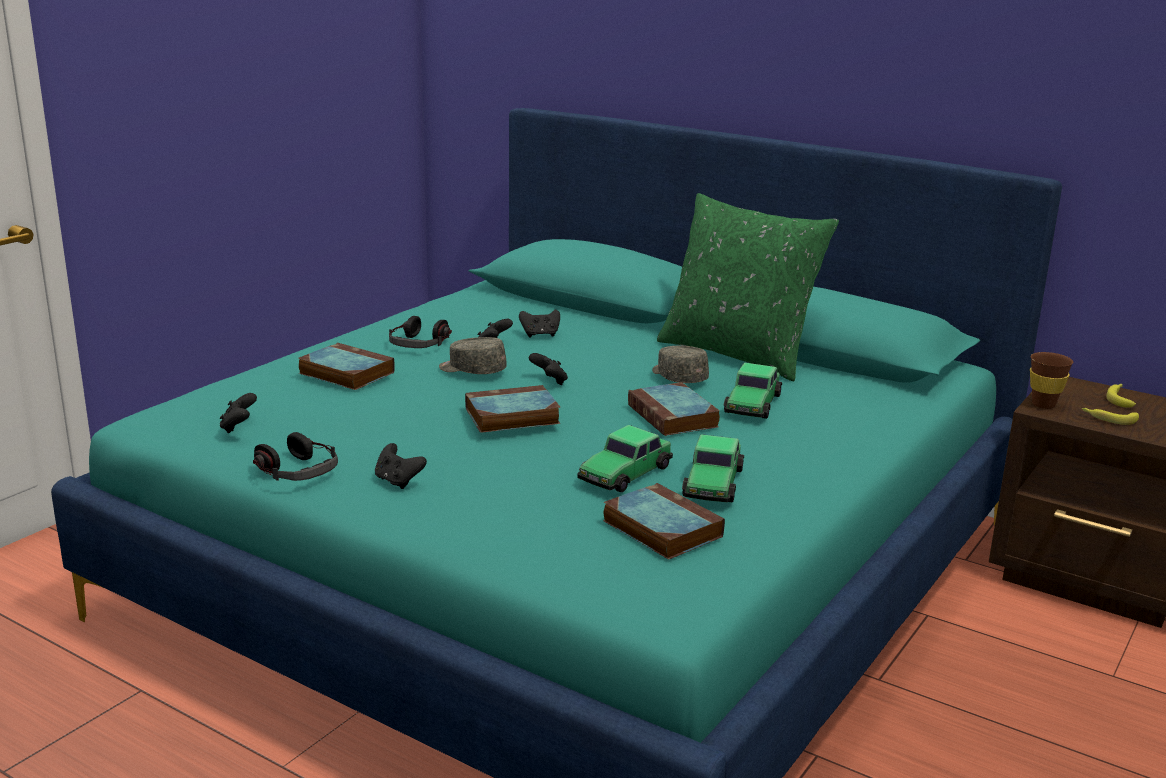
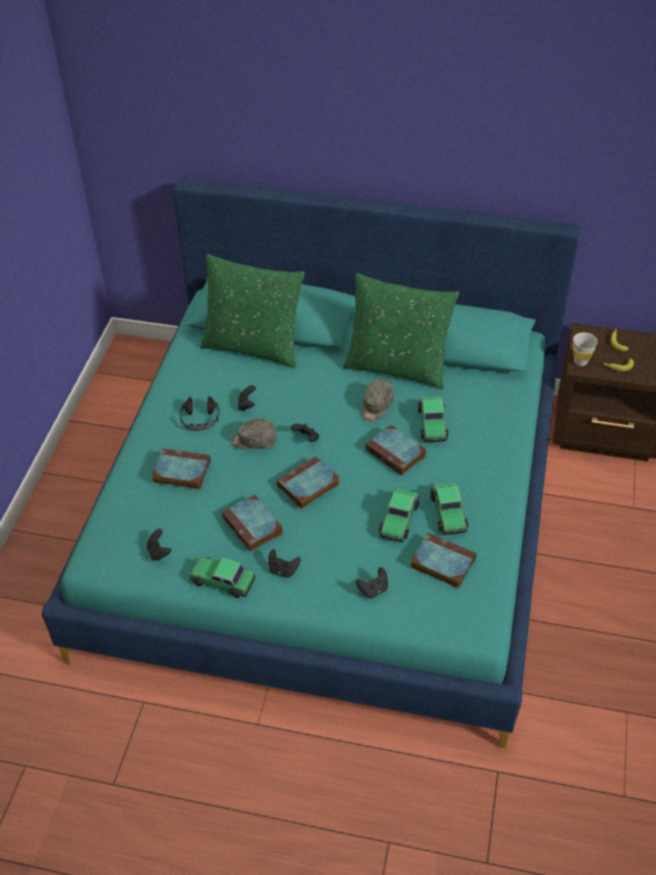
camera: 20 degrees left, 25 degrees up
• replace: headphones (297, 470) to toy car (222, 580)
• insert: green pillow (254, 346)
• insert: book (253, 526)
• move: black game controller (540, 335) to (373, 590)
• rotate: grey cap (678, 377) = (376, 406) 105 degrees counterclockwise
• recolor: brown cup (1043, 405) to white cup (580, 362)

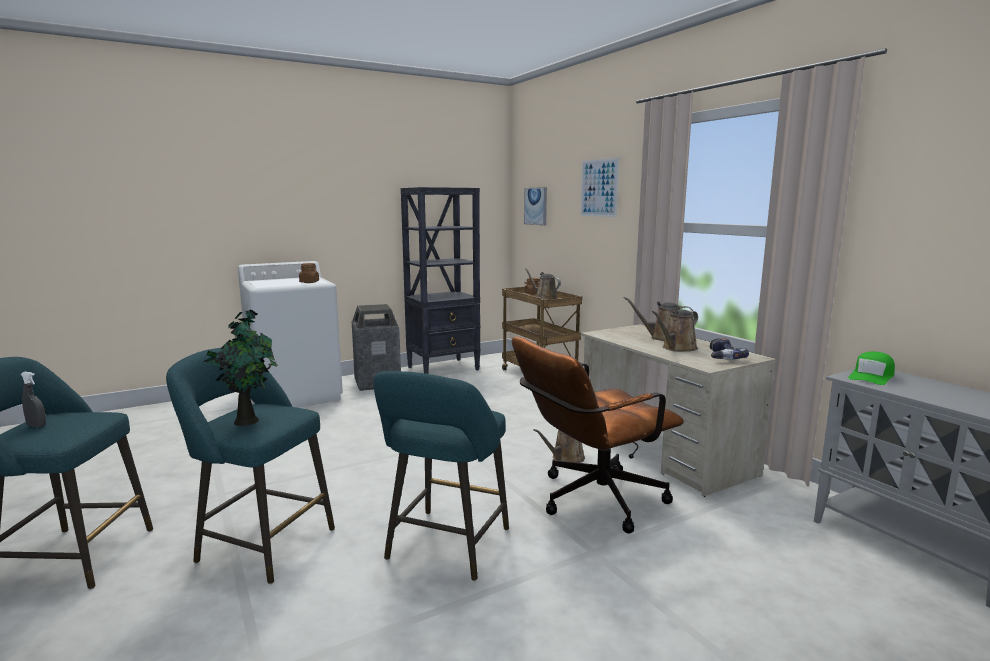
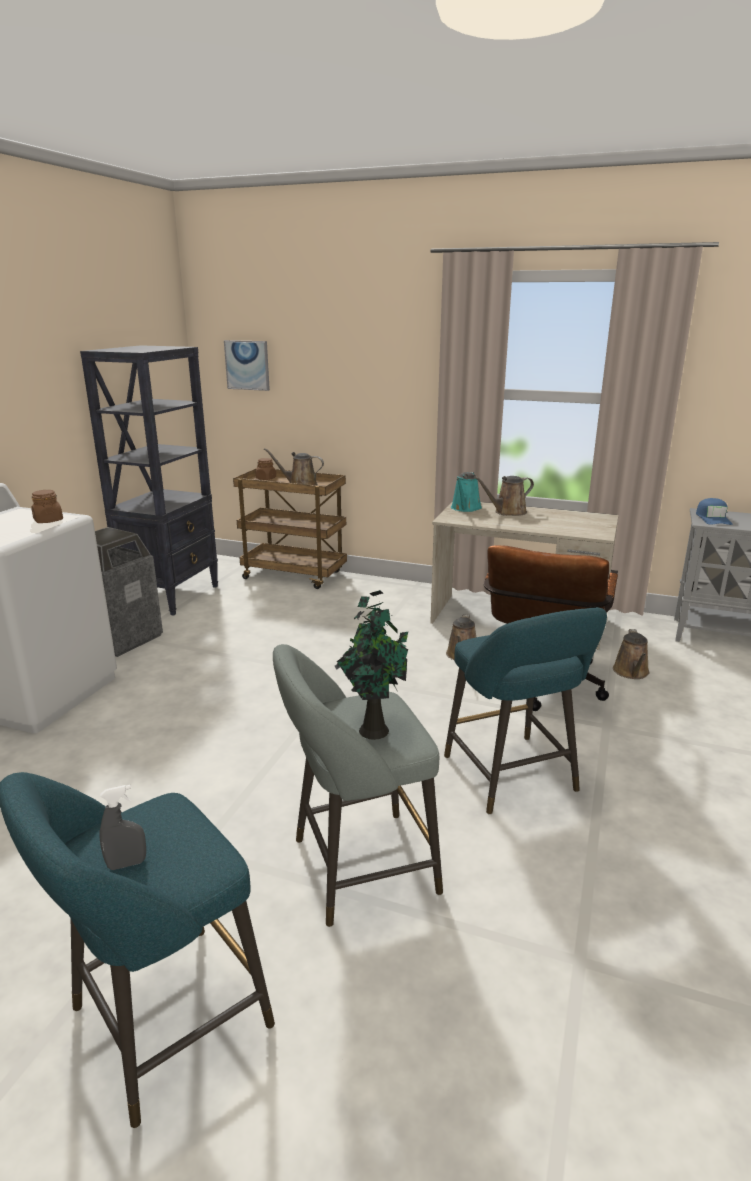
camera: 40 degrees left, 10 degrees up
• recolor: turquoise stool (261, 544) to grey stool (356, 868)
• insert: turquoise watering can (465, 508)
• move: brown watering can (677, 348) to (631, 672)
• recolor: green cap (872, 376) to blue cap (712, 518)
• delete: picture (599, 188)
• delete: power drill (721, 357)

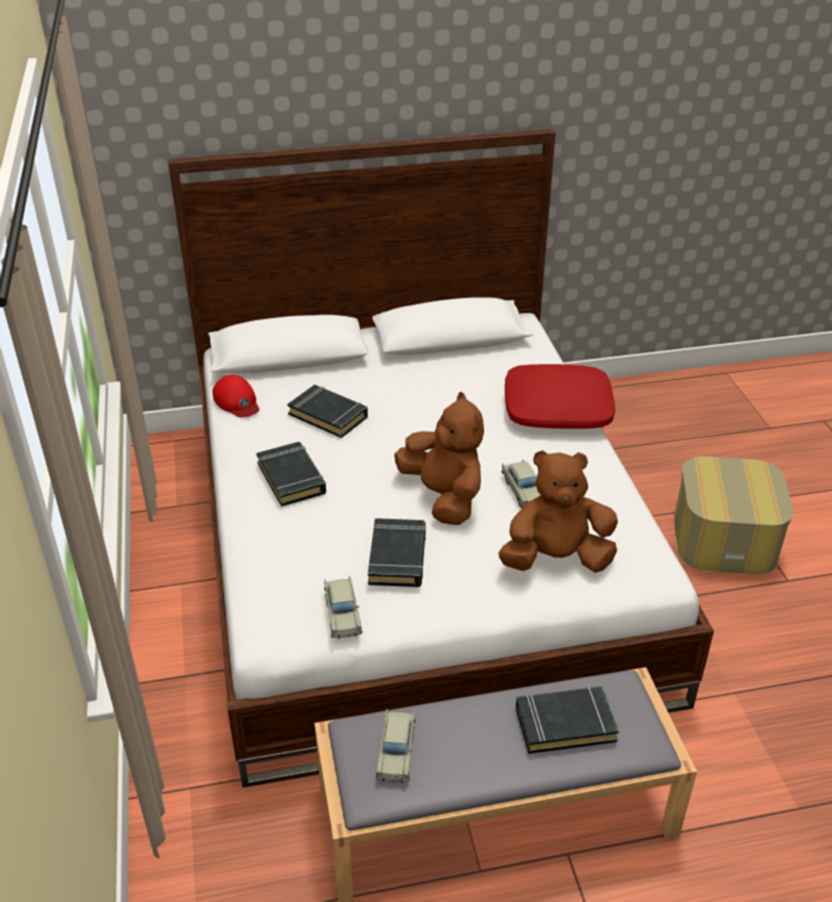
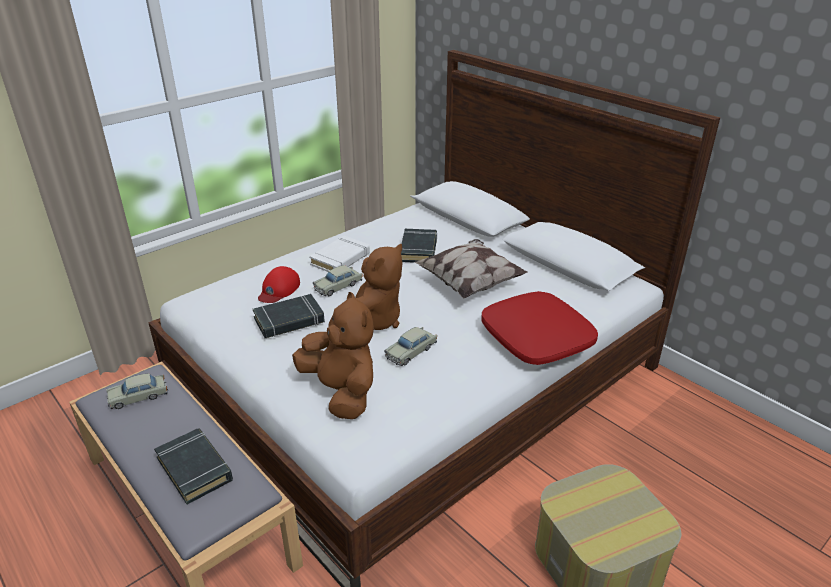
camera: 60 degrees right, 5 degrees down
• move: red cap (237, 401) to (278, 289)
• recolor: black book (292, 478) to white book (340, 259)
• move: beige toy car (342, 613) to (338, 286)
• insert: pillow (470, 283)

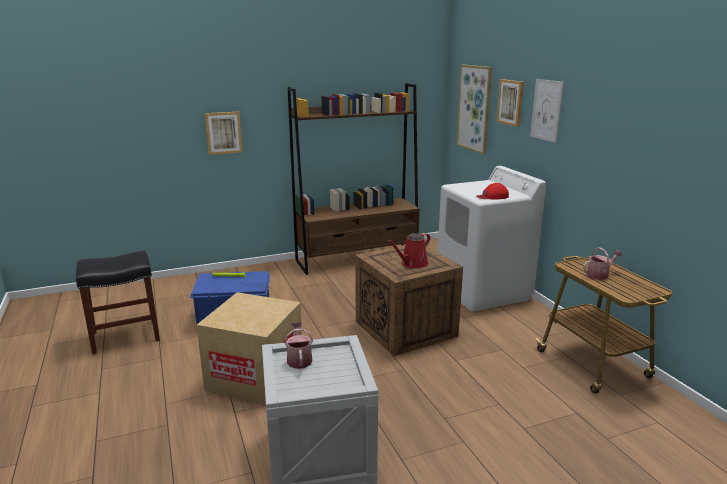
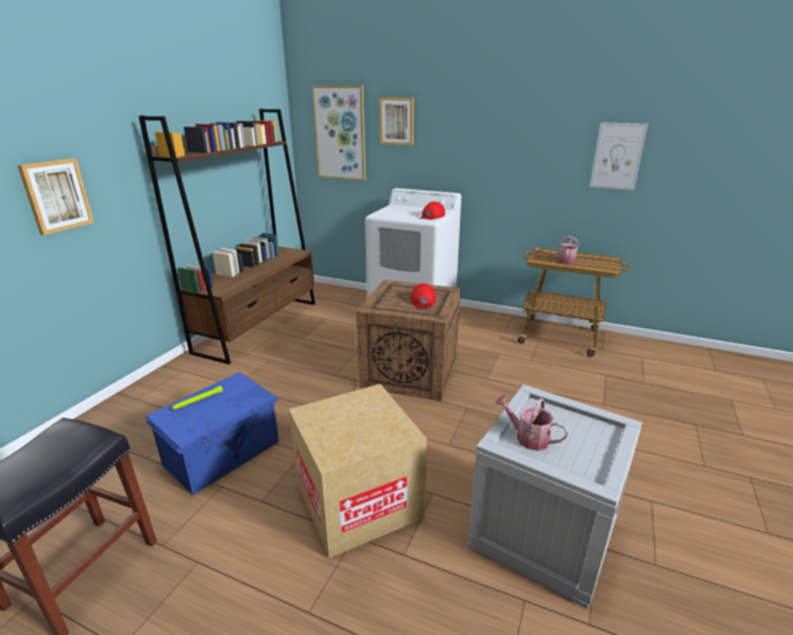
camera: 45 degrees left, 5 degrees up
• replace: red watering can (412, 264) to red cap (423, 301)
• move: picture (546, 110) to (617, 156)

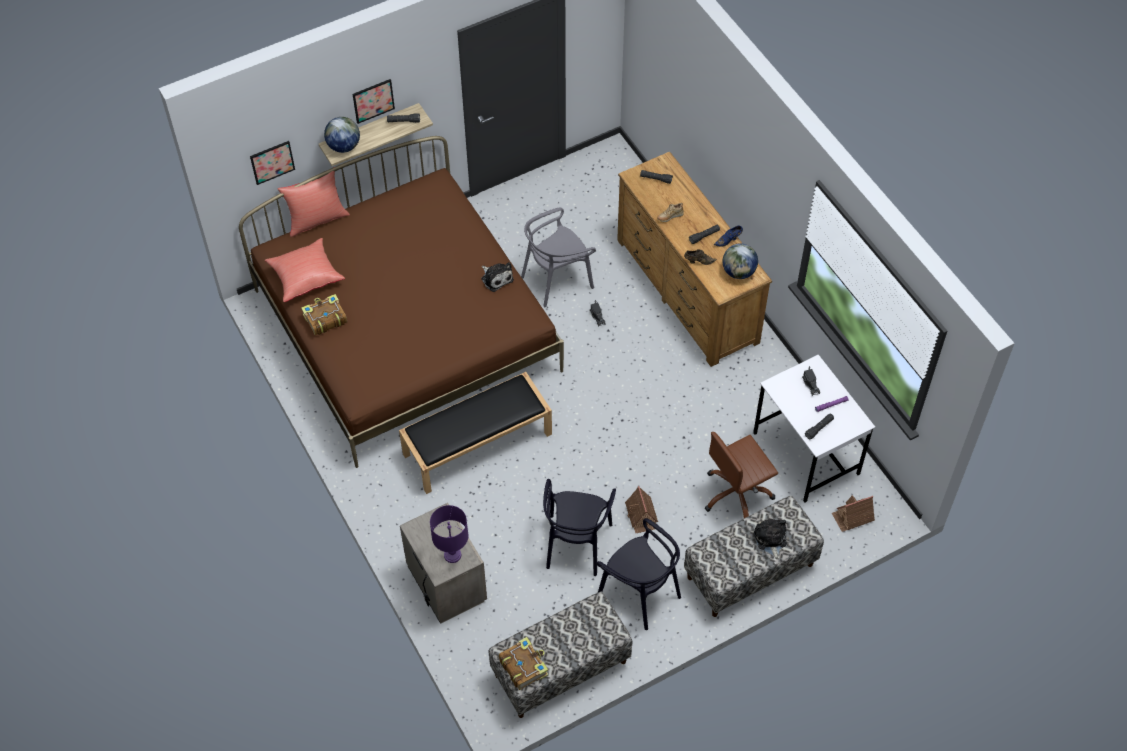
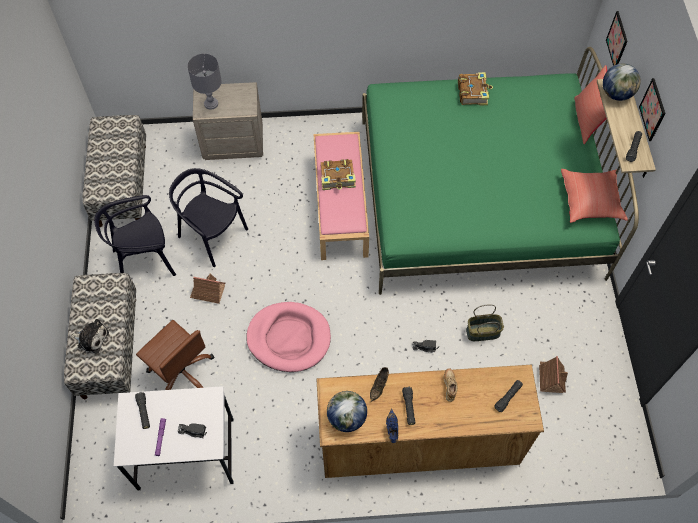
camera: 115 degrees right, 5 degrees up
• rotate: brown office chair (737, 495) = (182, 373) 135 degrees clockwise
• recolor: purple table lamp (452, 555) to grey table lamp (211, 103)
• insert: pink dog bed (289, 338)
• recolor: black bench (478, 443) to pink bench (341, 206)
• move: book (523, 666) to (338, 178)
• recolor: brown bed (406, 330) to green bed (478, 197)
• replace: grey chair (557, 280) to basket (483, 331)
• move: toy house (852, 516) to (551, 378)
• move: red pillow (305, 277) to (590, 201)
• delete: plush toy (496, 278)

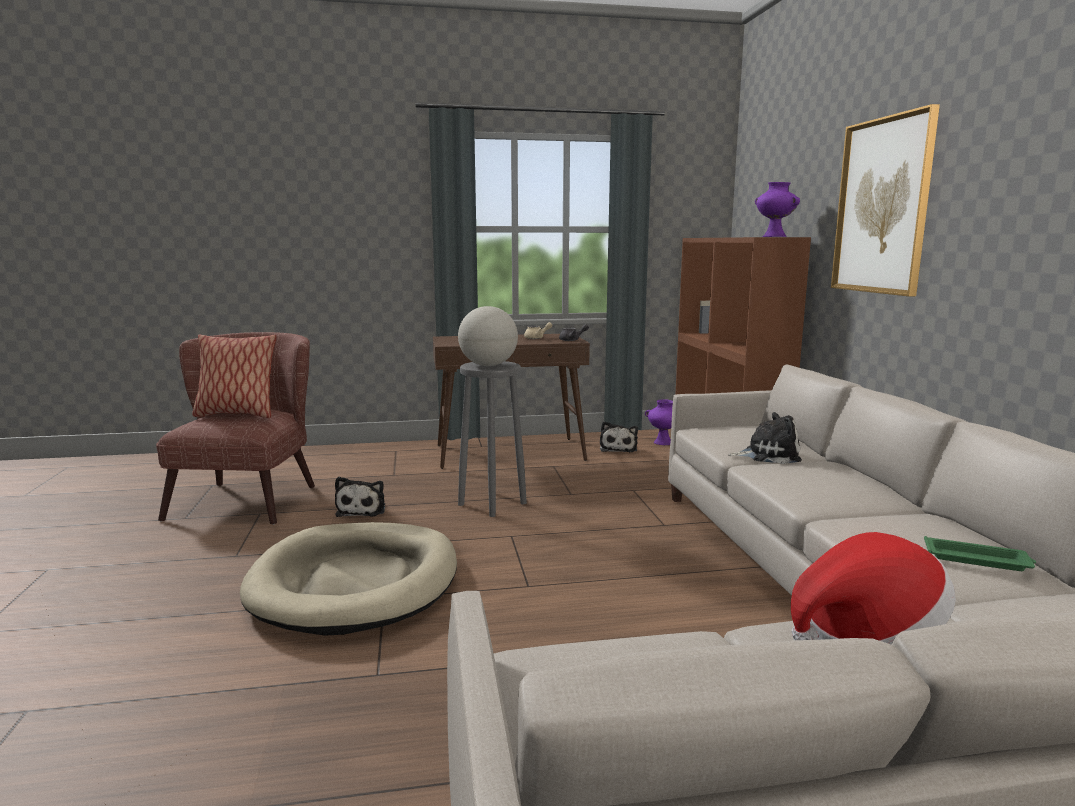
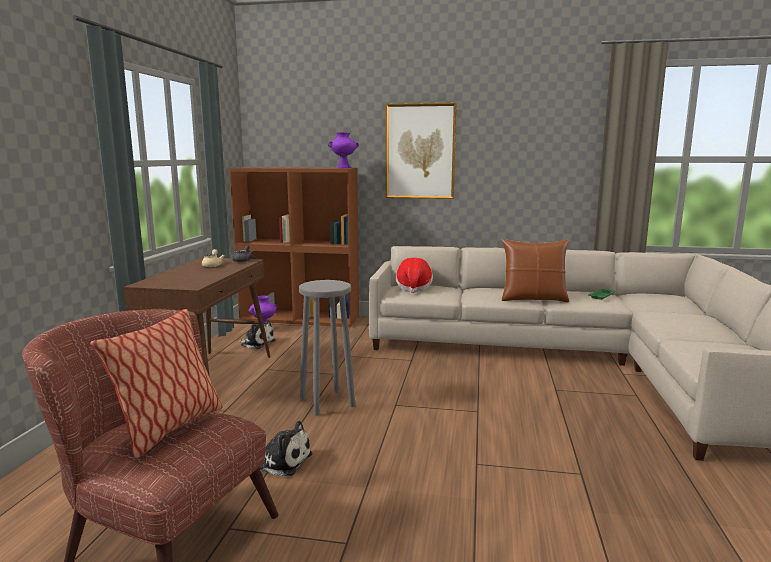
camera: 70 degrees left, 0 degrees up
• move: hat (866, 635) to (413, 288)
• insert: brown pillow (533, 299)
• delete: beige dog bed (356, 583)
• delete: globe (488, 365)
• delete: plush toy (768, 455)

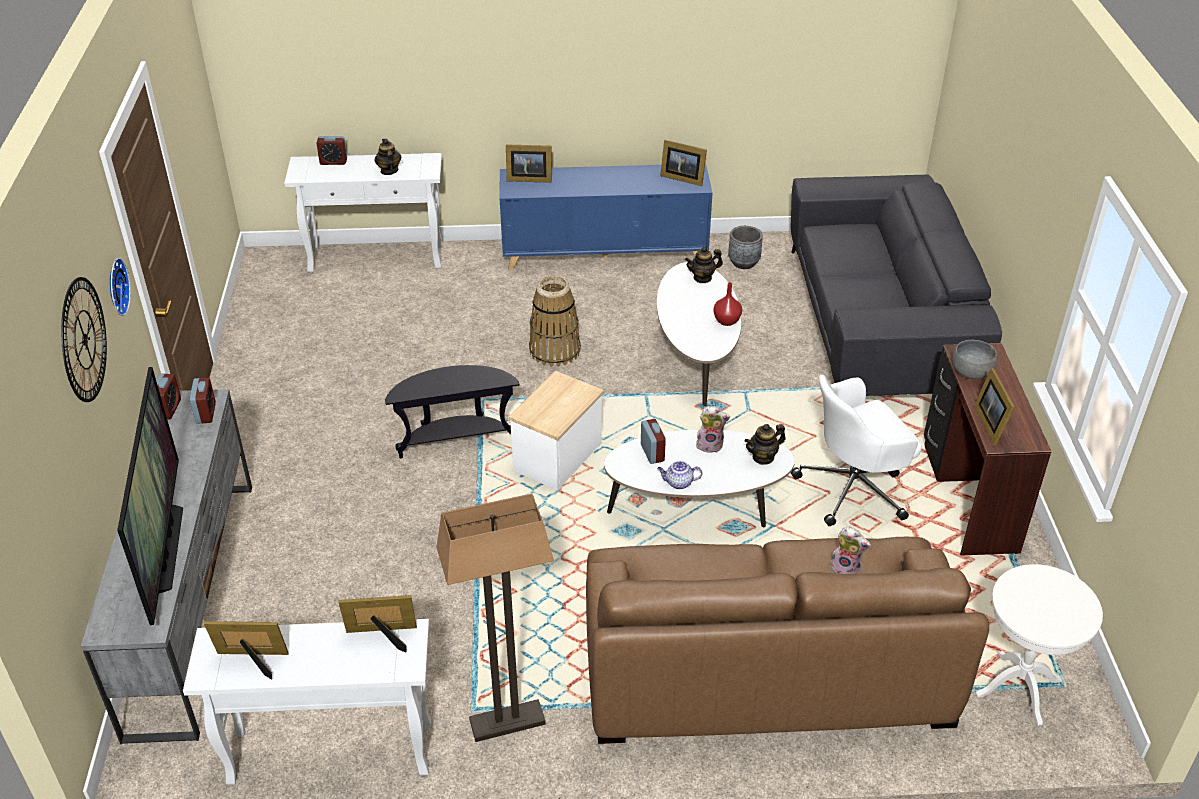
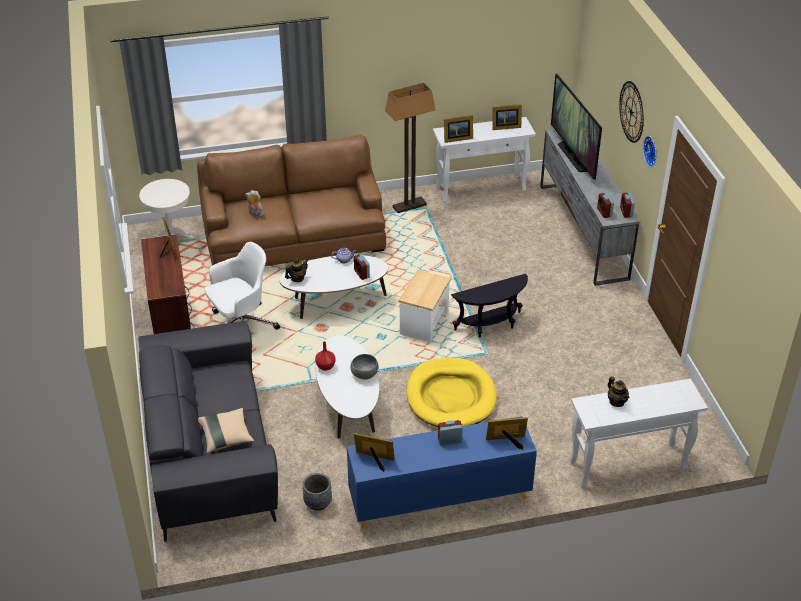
camera: 170 degrees right, 0 degrees up
• insert: beige pillow (226, 437)
• move: grey bowl (972, 372) to (364, 374)
• replace: basket (554, 351) to yellow dog bed (450, 396)
• move: alarm clock (333, 162) to (449, 440)
• delete: teapot (702, 278)
• delete: plush toy (710, 445)

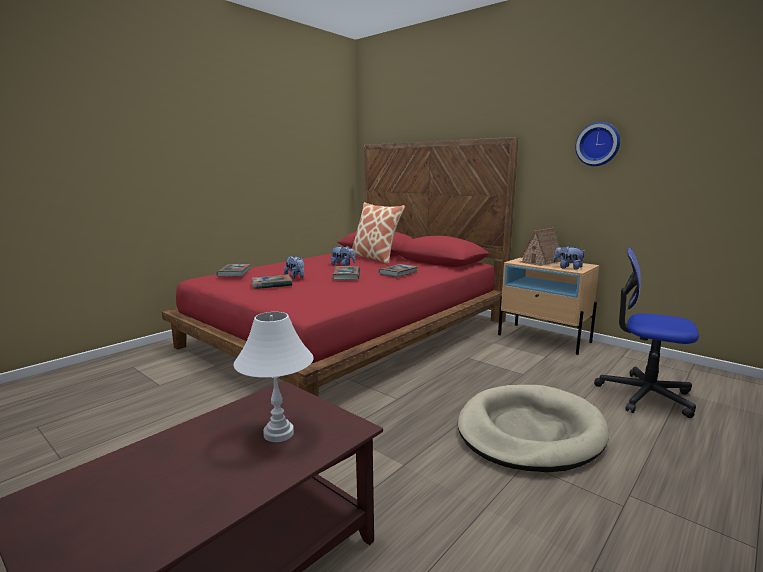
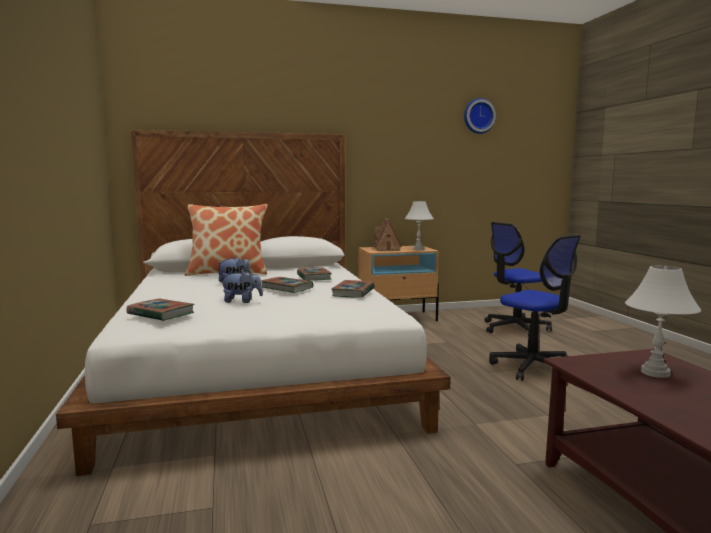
camera: 55 degrees left, 5 degrees down
• recolor: red bed (350, 333) to white bed (258, 367)
• move: book (271, 285) to (353, 292)
• replace: plush toy (568, 268) to white table lamp (418, 249)
• move: wall clock (598, 144) to (478, 116)
• replace: beige dog bed (529, 432) to office chair (534, 367)

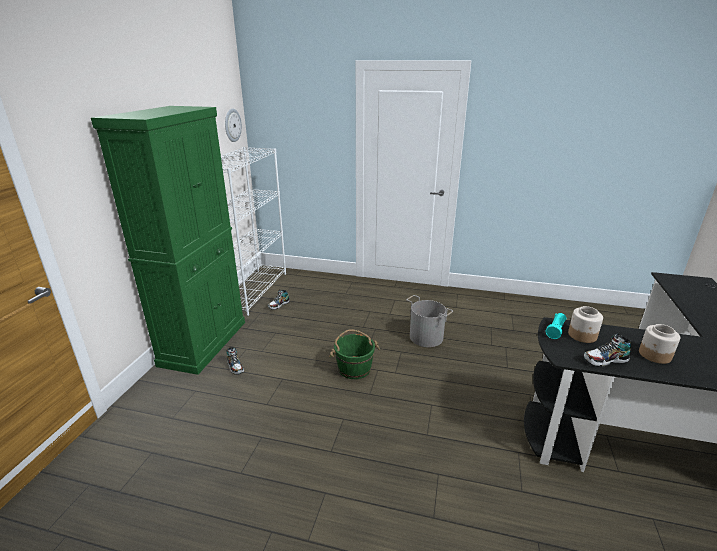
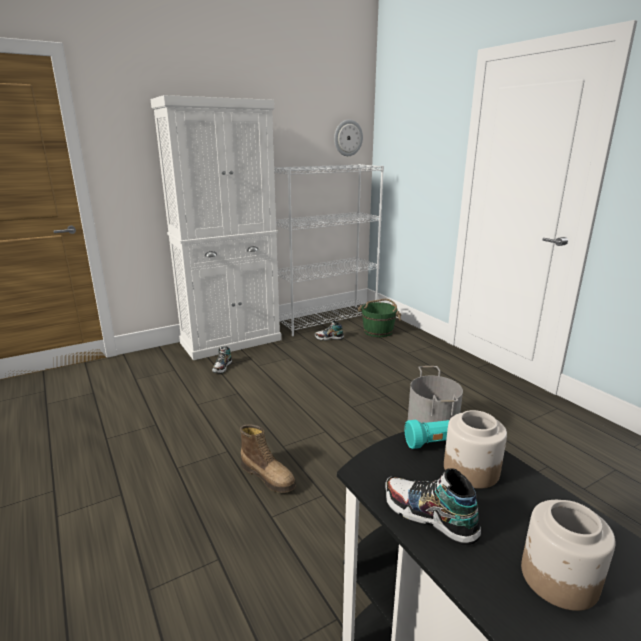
camera: 45 degrees right, 5 degrees down
• recolor: green cabinet (204, 342) to white cabinet (231, 341)
• insert: boot (268, 476)
• move: green bucket (354, 368) to (378, 331)

